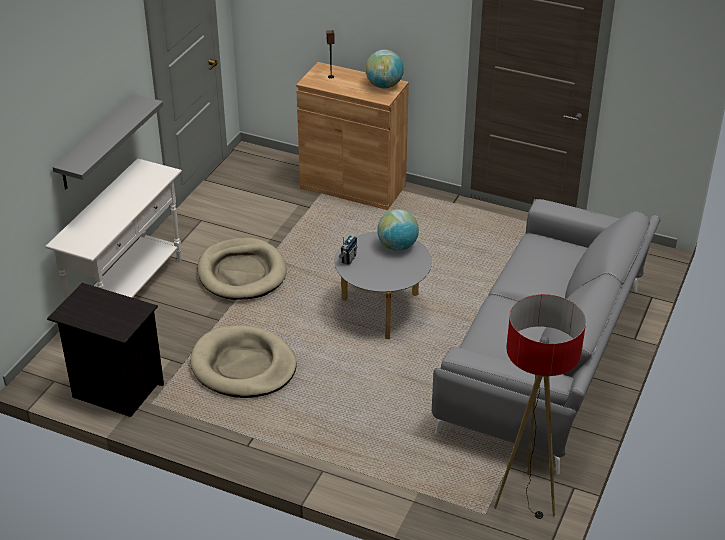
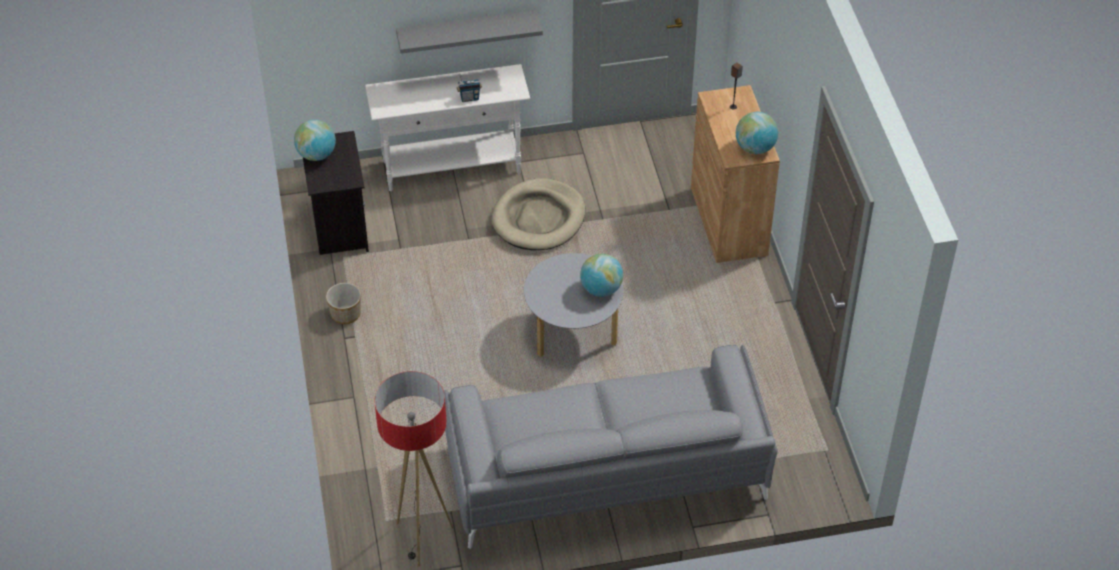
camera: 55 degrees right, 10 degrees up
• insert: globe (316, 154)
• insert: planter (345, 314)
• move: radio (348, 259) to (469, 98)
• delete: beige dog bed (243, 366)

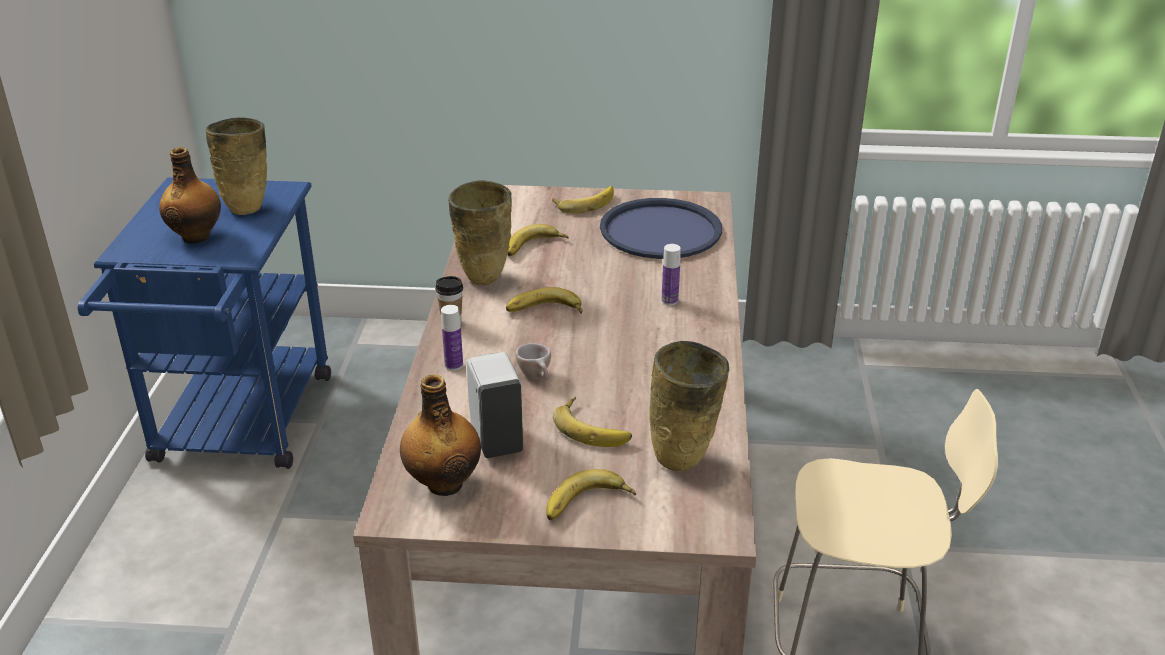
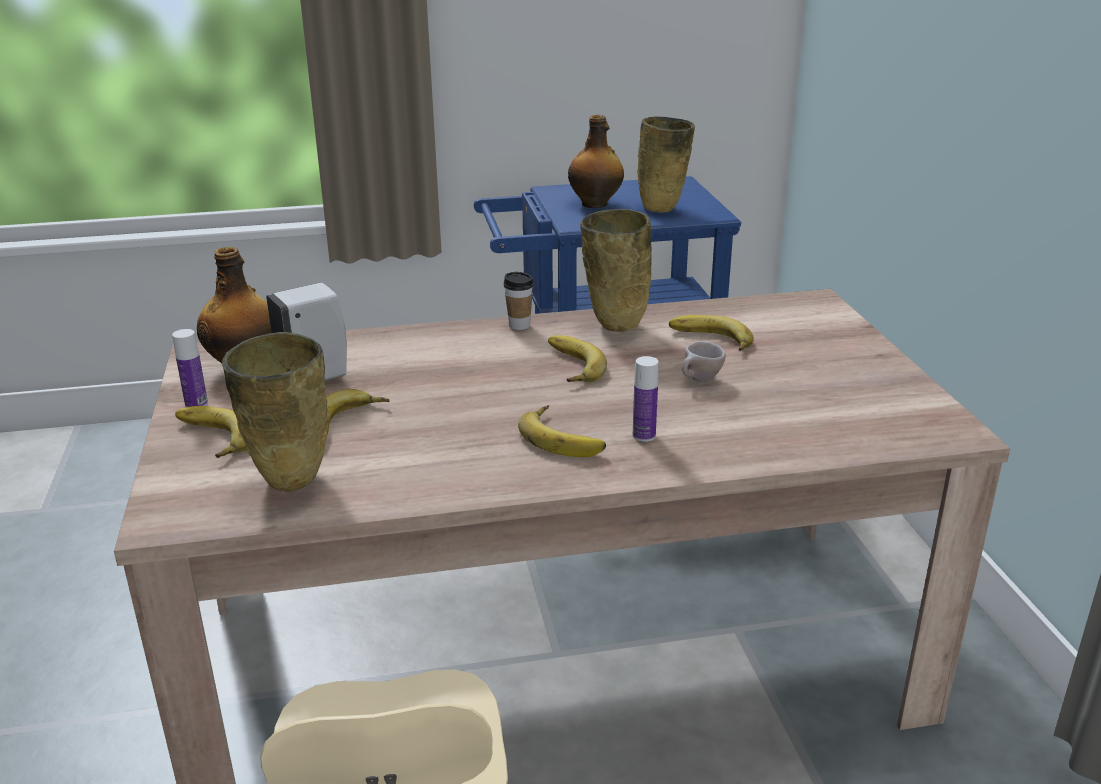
camera: 75 degrees right, 5 degrees down
• move: bottle (454, 365) to (196, 404)
• move: banana (584, 202) to (564, 437)
• move: beige cup (537, 377) to (699, 381)
• delete: blue tray (661, 230)

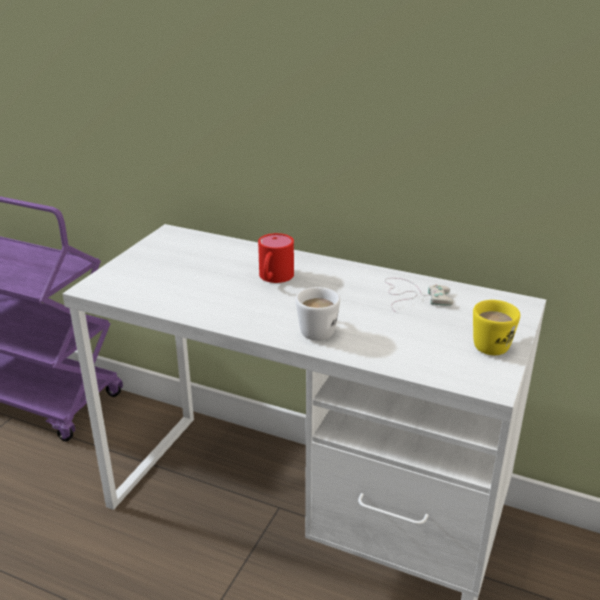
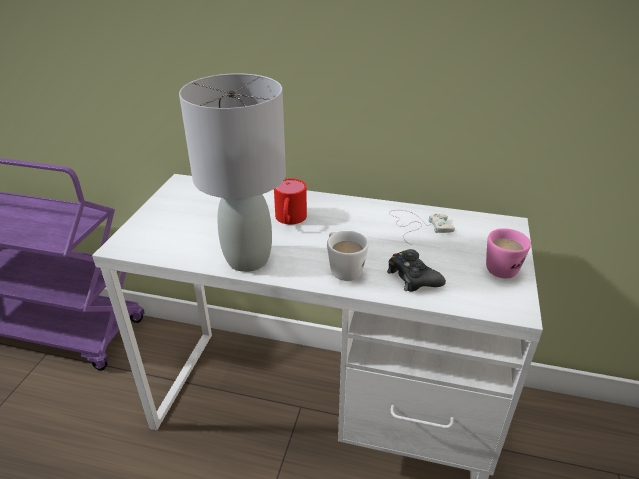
camera: 10 degrees left, 5 degrees up
• insert: grey table lamp (247, 259)
• insert: black game controller (413, 277)
• recolor: yellow mug (494, 344) to pink mug (502, 266)

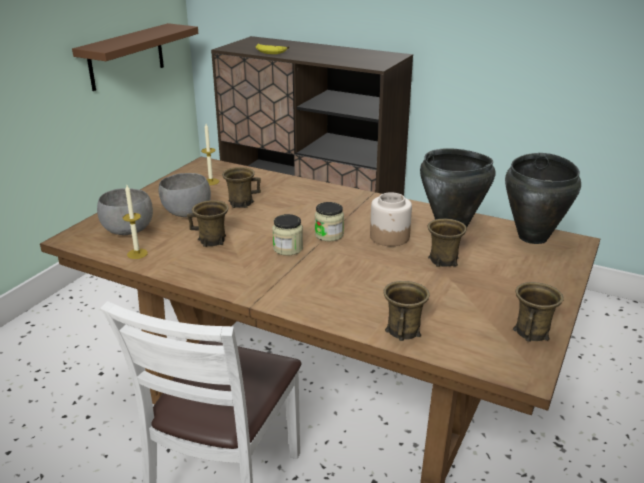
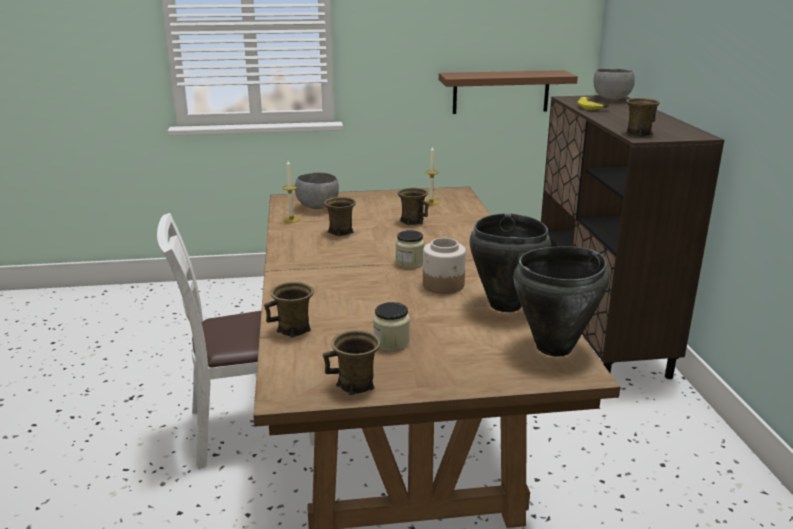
camera: 55 degrees right, 5 degrees down
• move: jar (288, 248) to (391, 343)
• move: grey bowl (186, 213) to (610, 99)
• move: brown mug (443, 260) to (638, 133)

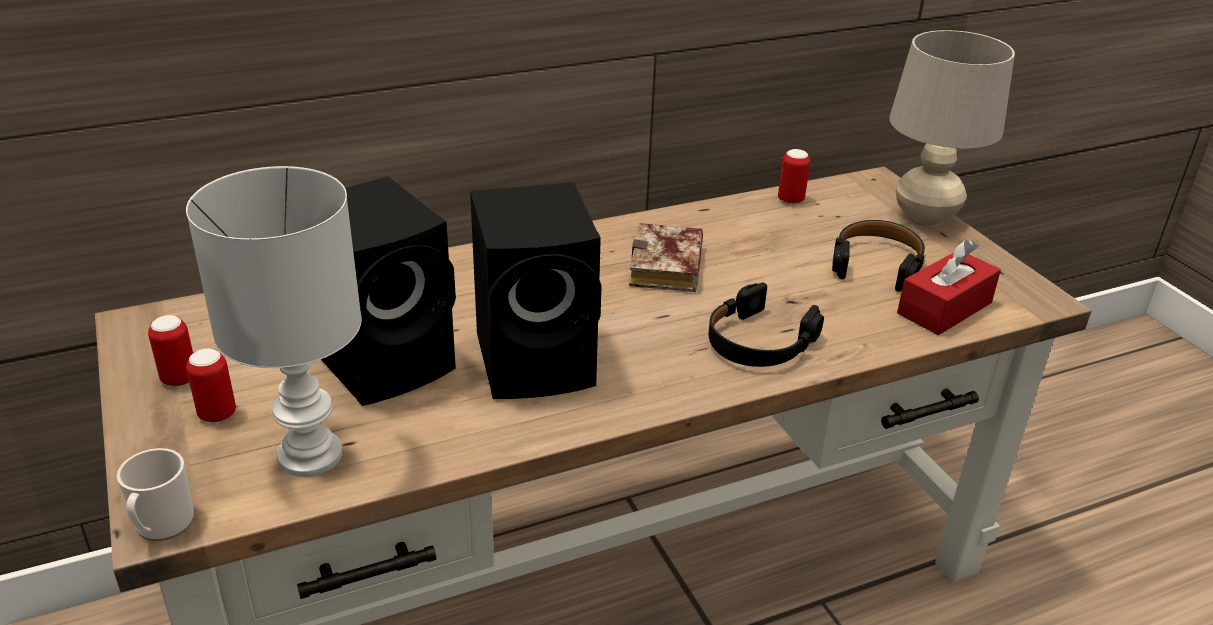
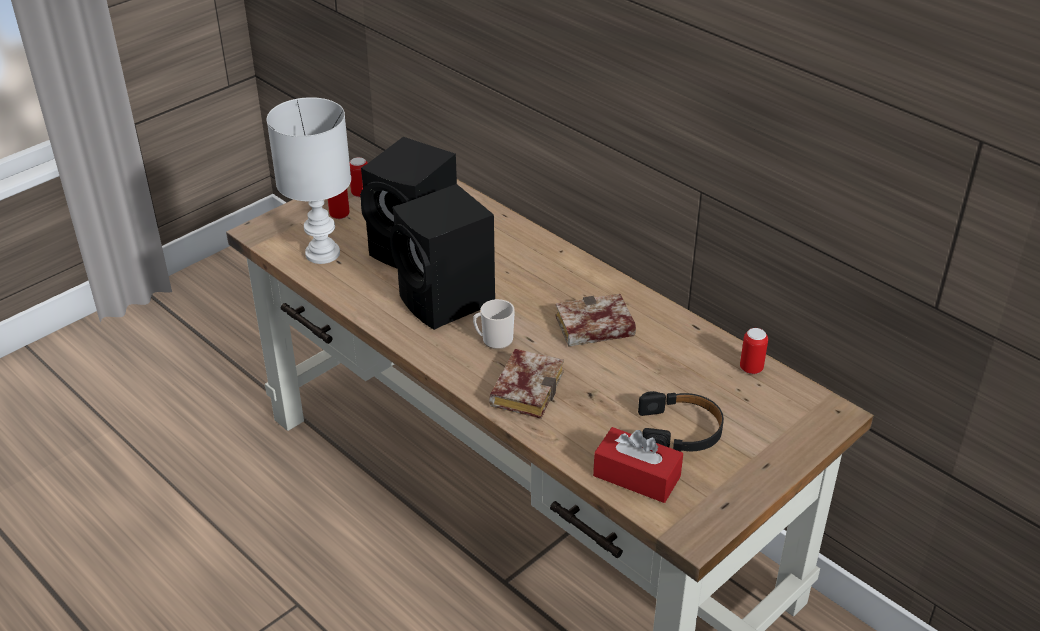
camera: 70 degrees right, 5 degrees up
• move: mug (161, 526) to (494, 340)
• replace: black headphones (758, 342) to book (525, 387)
• delete: beige table lamp (924, 218)

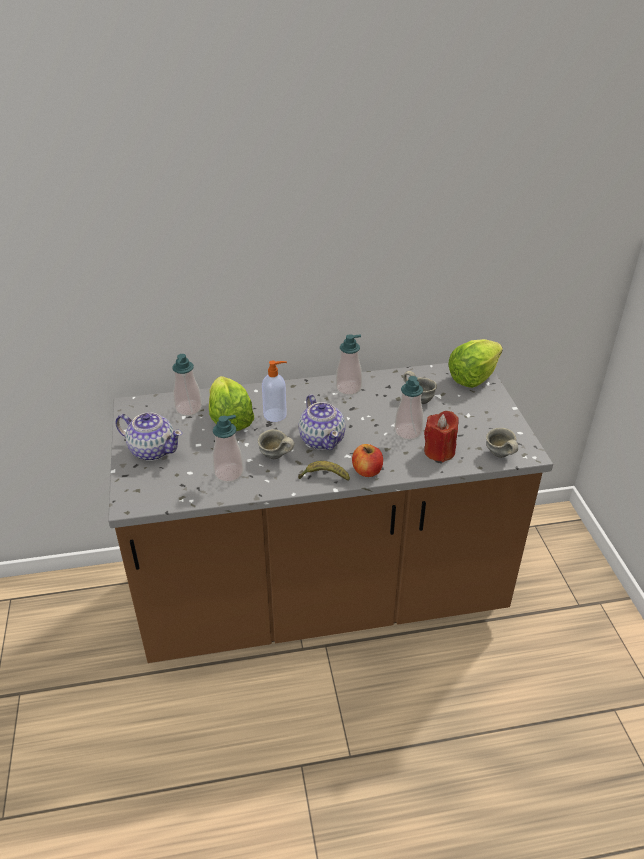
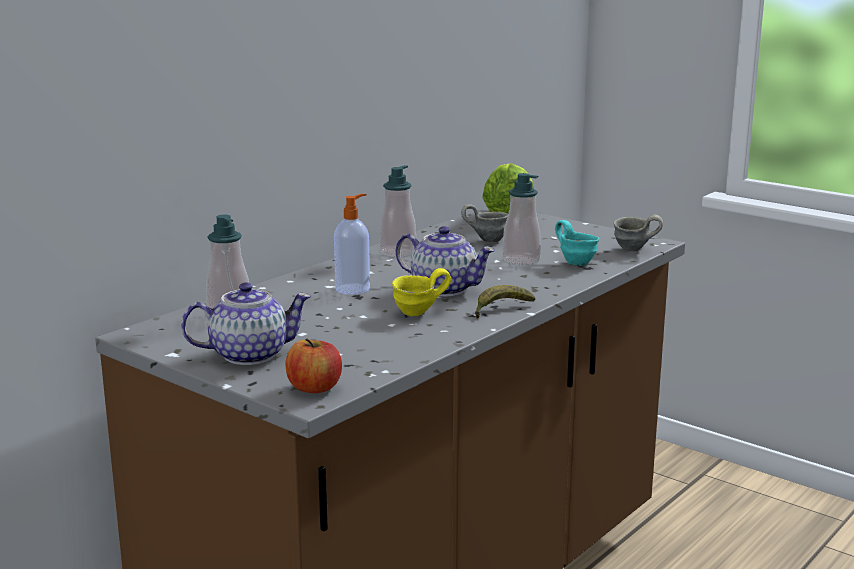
camera: 40 degrees left, 20 degrees down
• move: apple (367, 471) to (314, 388)
• recolor: grey mug (275, 458) to yellow mug (419, 314)
• replace: red candle (439, 451) to turquoise mug (576, 263)
• delete: lettuce (230, 419)
• delete: soap dispenser (228, 473)

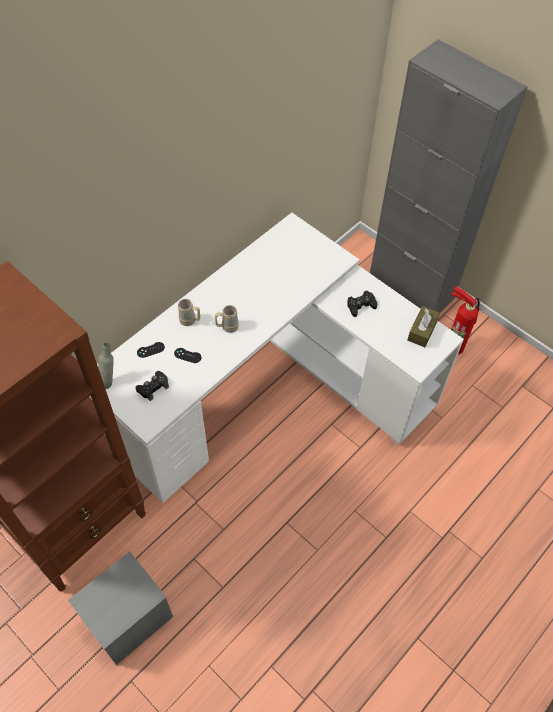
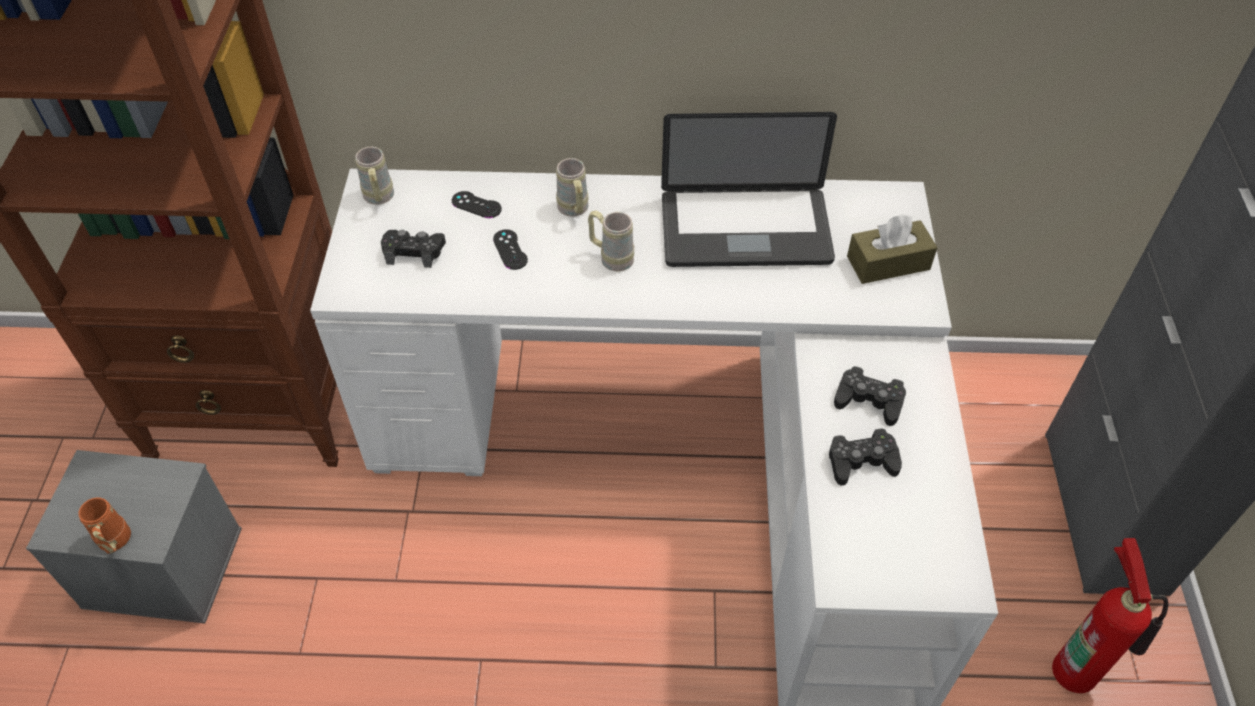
camera: 50 degrees right, 5 degrees down
• insert: orange mug (115, 543)
• replace: grey bottle (109, 380) to beige mug (379, 199)
• insert: laptop (745, 230)
• insert: black game controller (861, 461)
• move: brown tissue box (422, 331) to (888, 263)

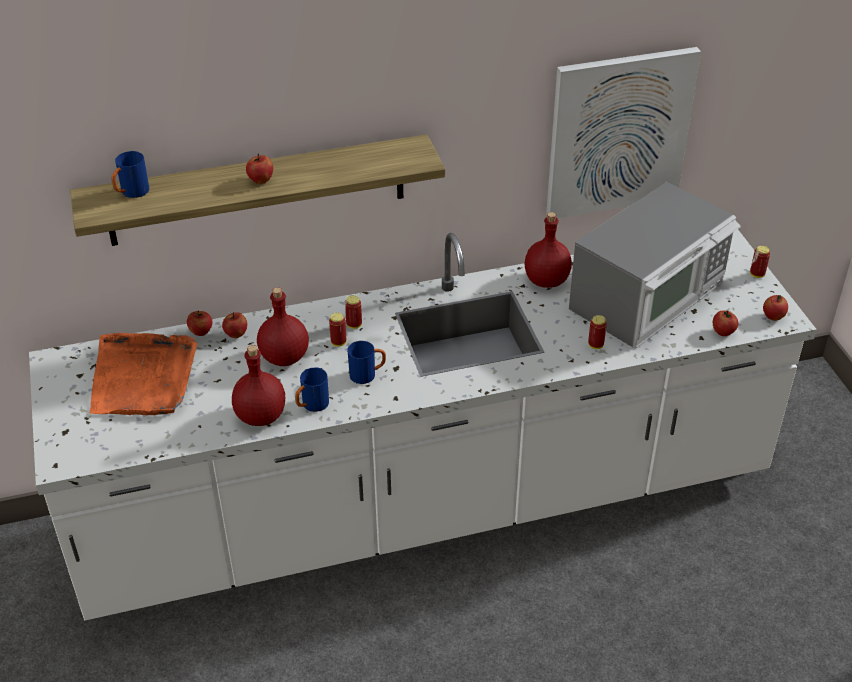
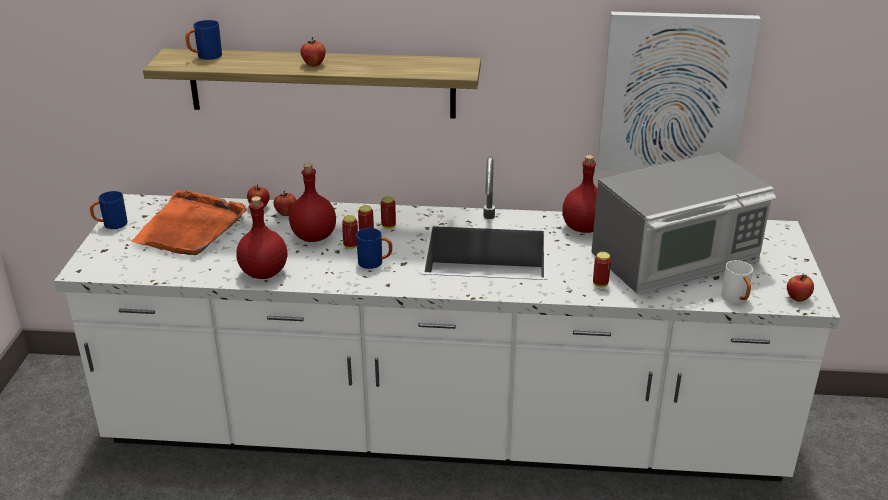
camera: 20 degrees right, 10 degrees down
• move: blue mug (311, 406) to (111, 225)
• move: can (757, 274) to (351, 246)
• replace: apple (723, 332) to white mug (736, 300)

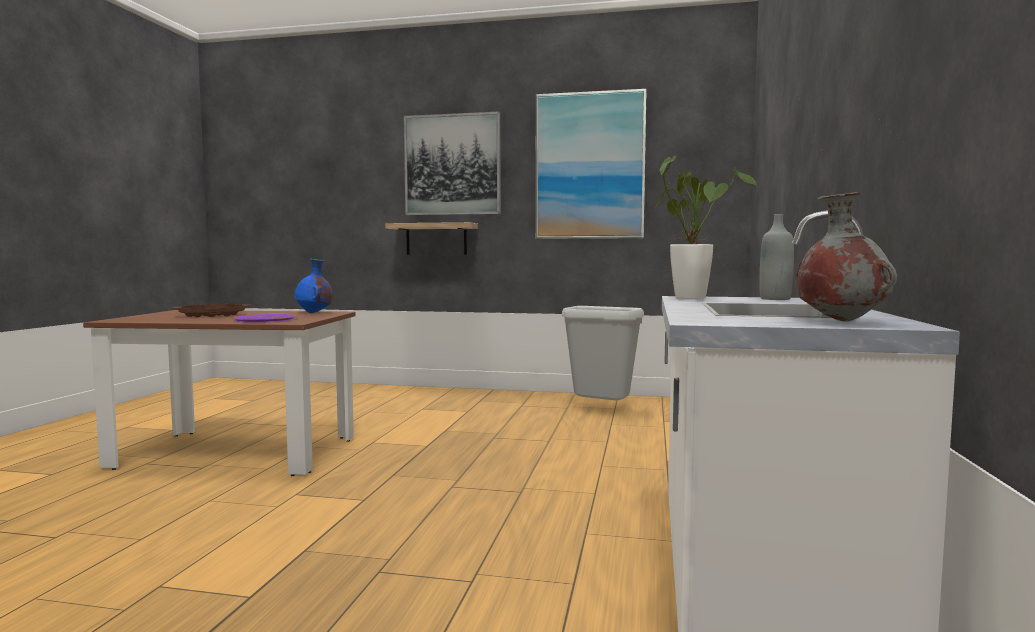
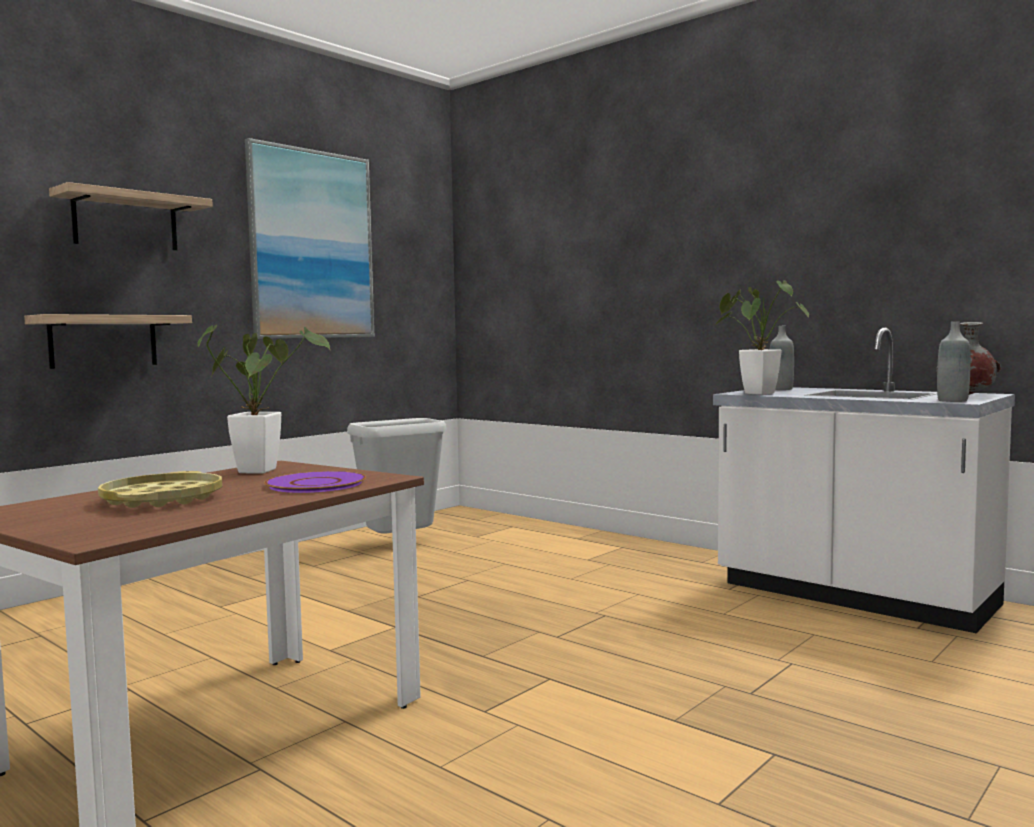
camera: 60 degrees left, 0 degrees up
• replace: picture (452, 165) to shelf (125, 221)
• recolor: brown tray (212, 315) to yellow tray (163, 499)
• replace: blue vase (314, 313) to potted plant (262, 469)
• insert: grey bottle (952, 401)

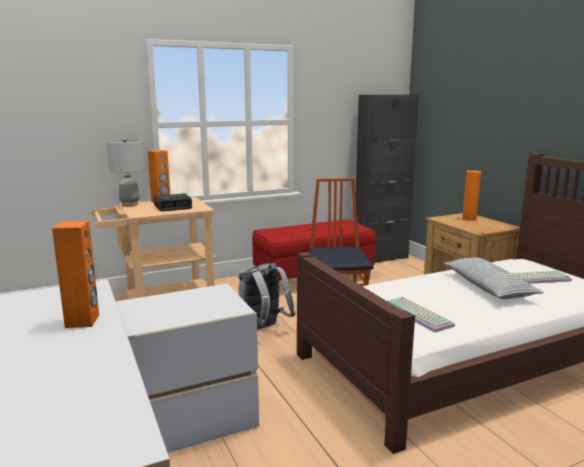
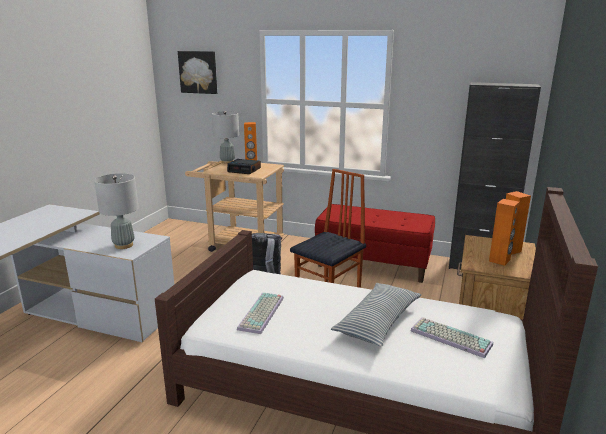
camera: 45 degrees right, 5 degrees up
• insert: grey table lamp (124, 245)
• insert: picture (198, 72)
• move: orange speaker (83, 321) to (500, 260)

